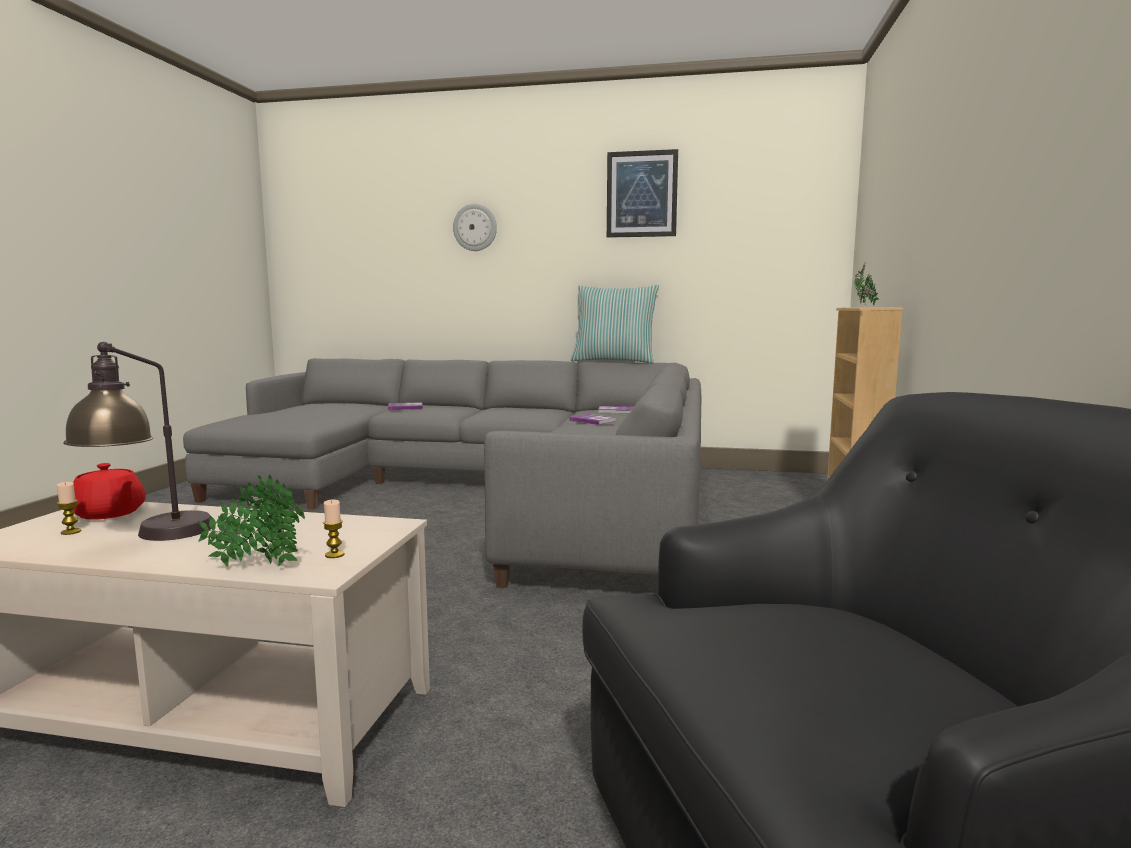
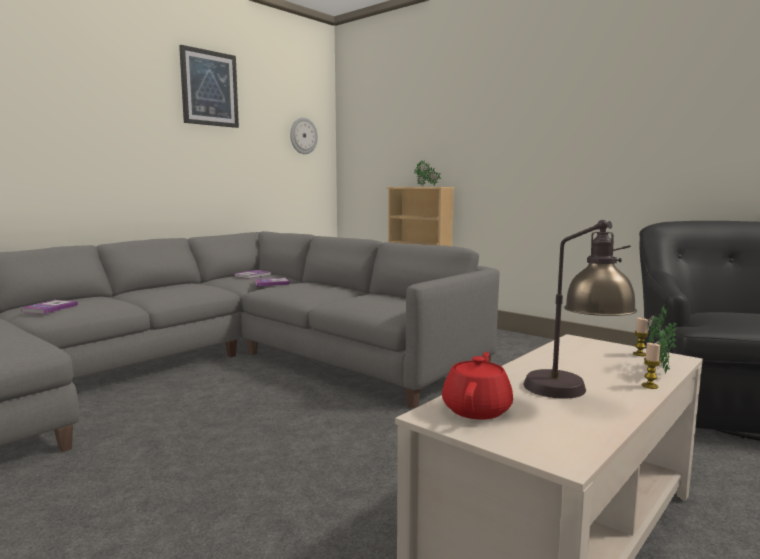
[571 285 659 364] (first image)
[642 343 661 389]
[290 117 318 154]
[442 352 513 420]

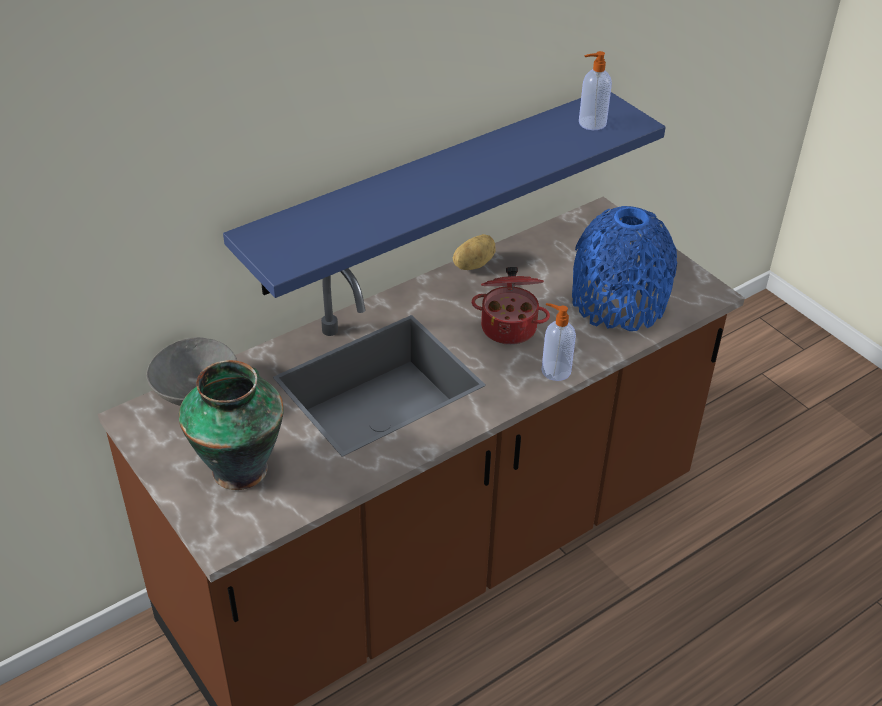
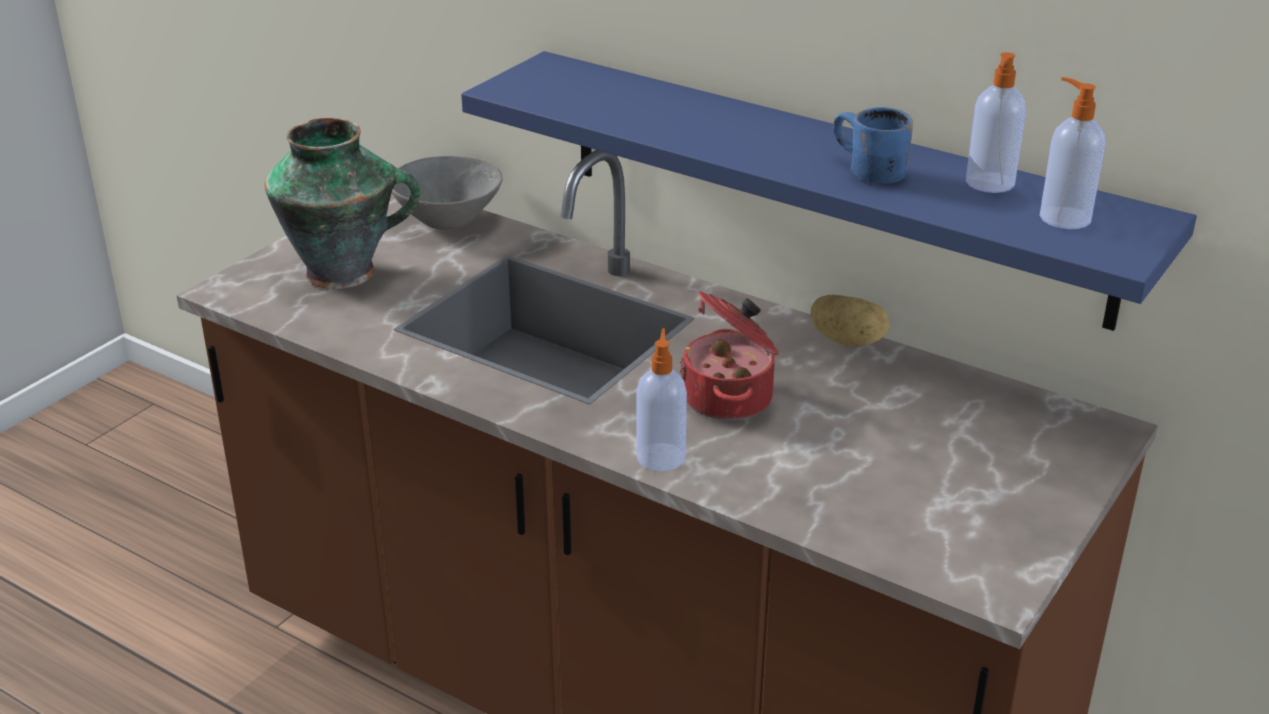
[572 206 677 331] (first image)
[833 107 913 184]
[966 52 1026 193]

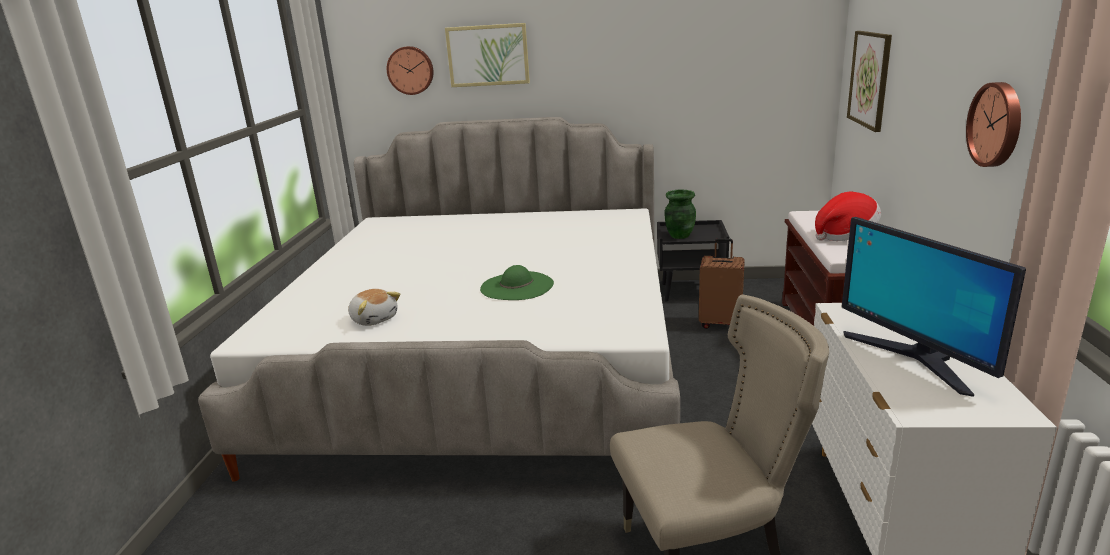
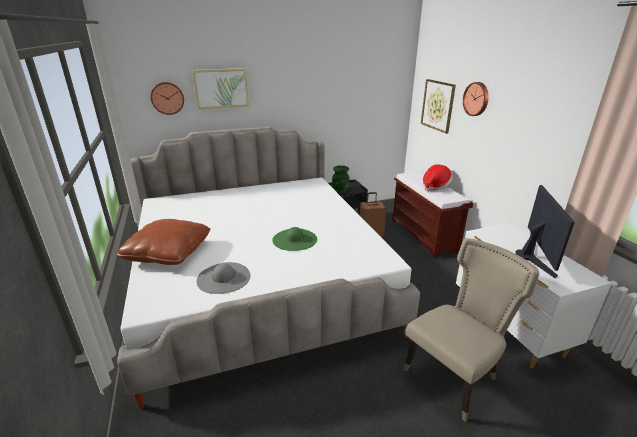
[117 219 211 265]
[463 82 489 116]
[196 262 250 294]
[515 185 575 279]

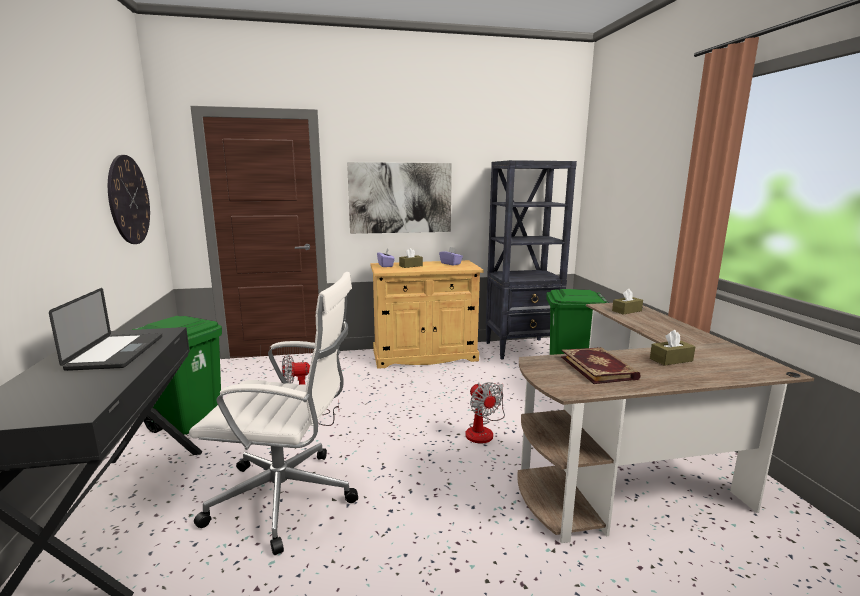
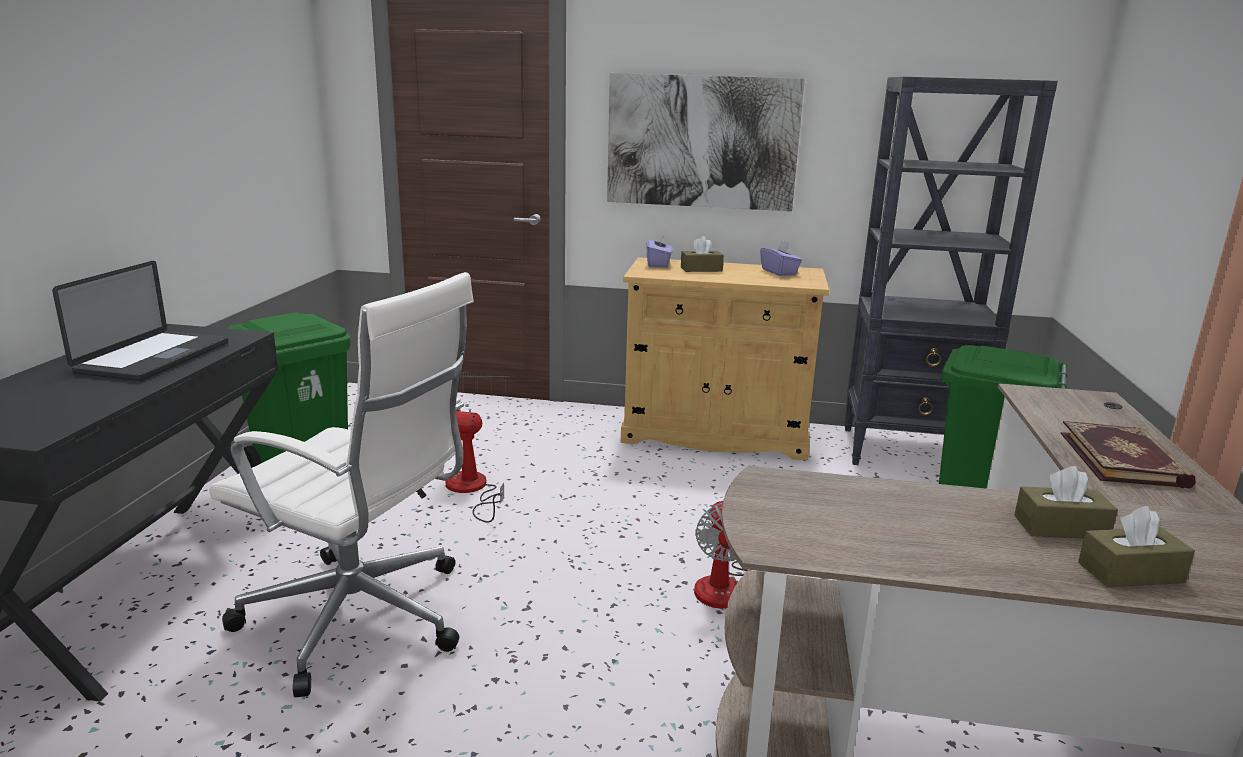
[108 155 150 244] (first image)
[1061 421 1196 489]
[1078 506 1195 587]

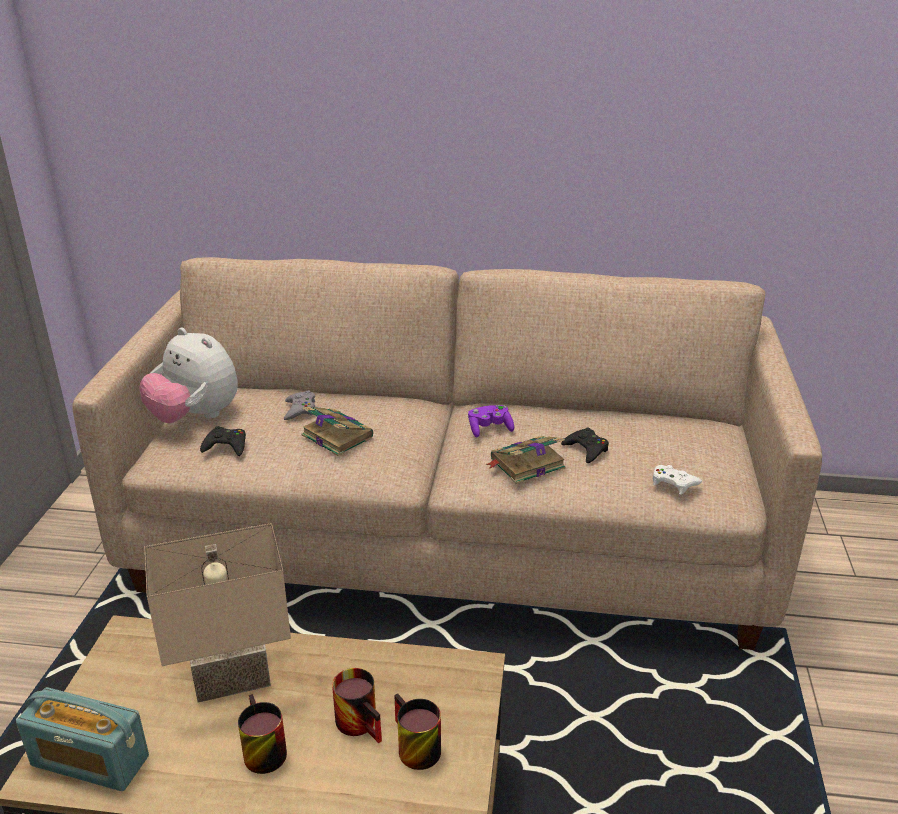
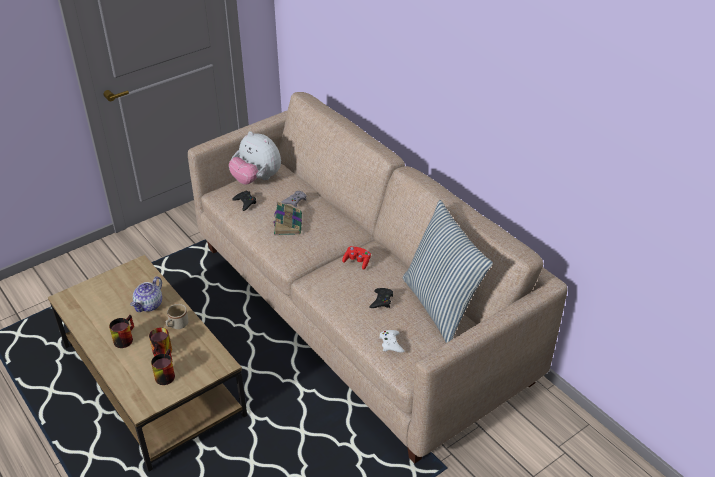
[16 687 149 791] (first image)
[485 436 566 484] (first image)
[166 304 188 329]
[403 200 493 343]
[131 277 162 312]
[342 246 371 270]
[229 131 281 185]

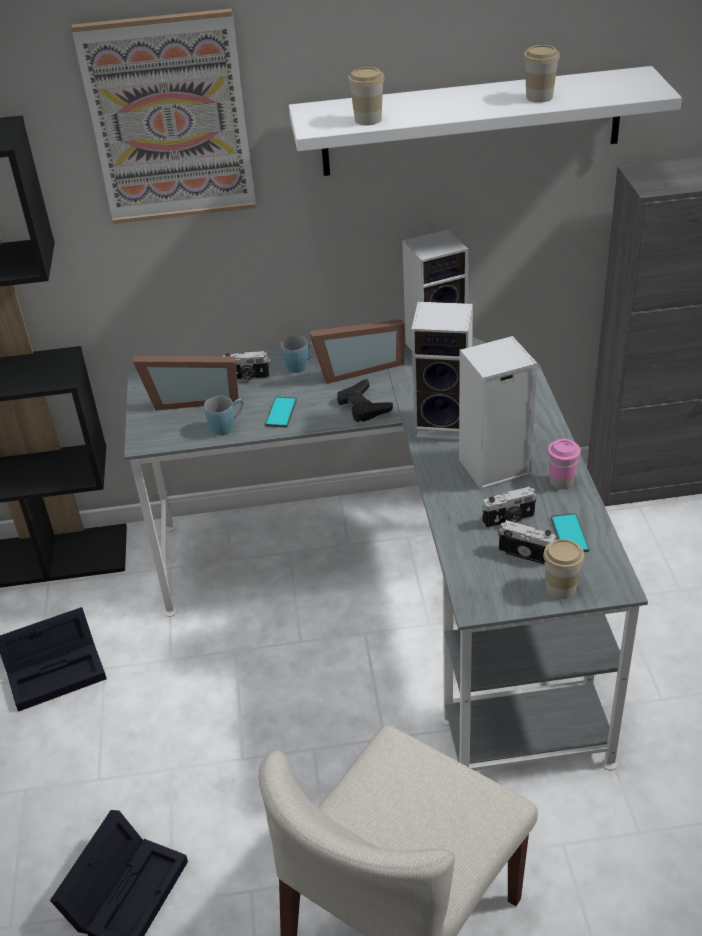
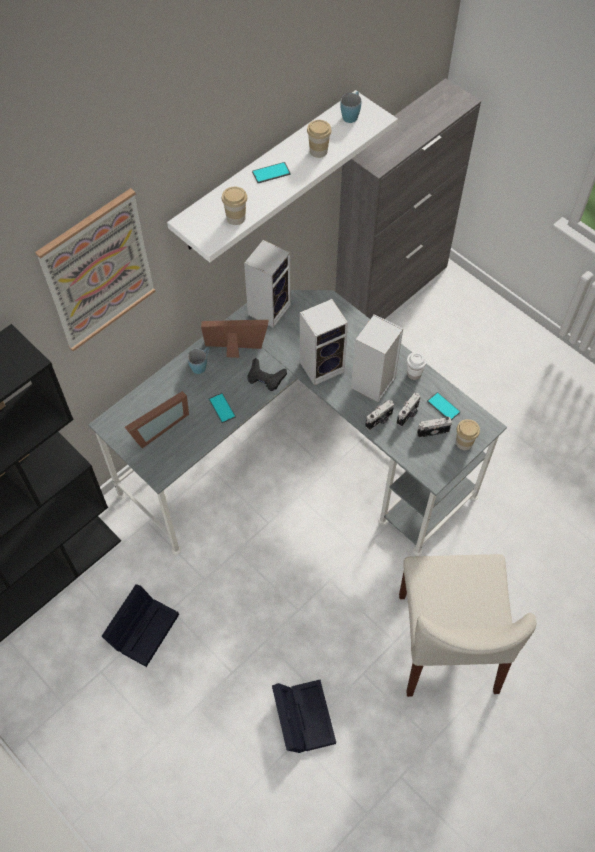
[252 162 291 183]
[340 91 361 123]
[365 400 394 430]
[407 352 427 380]
[201 319 269 358]

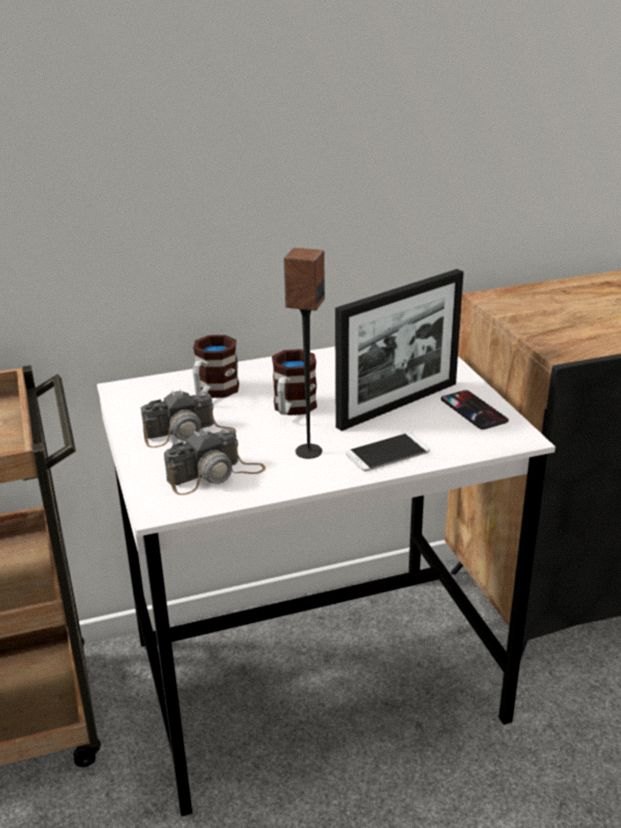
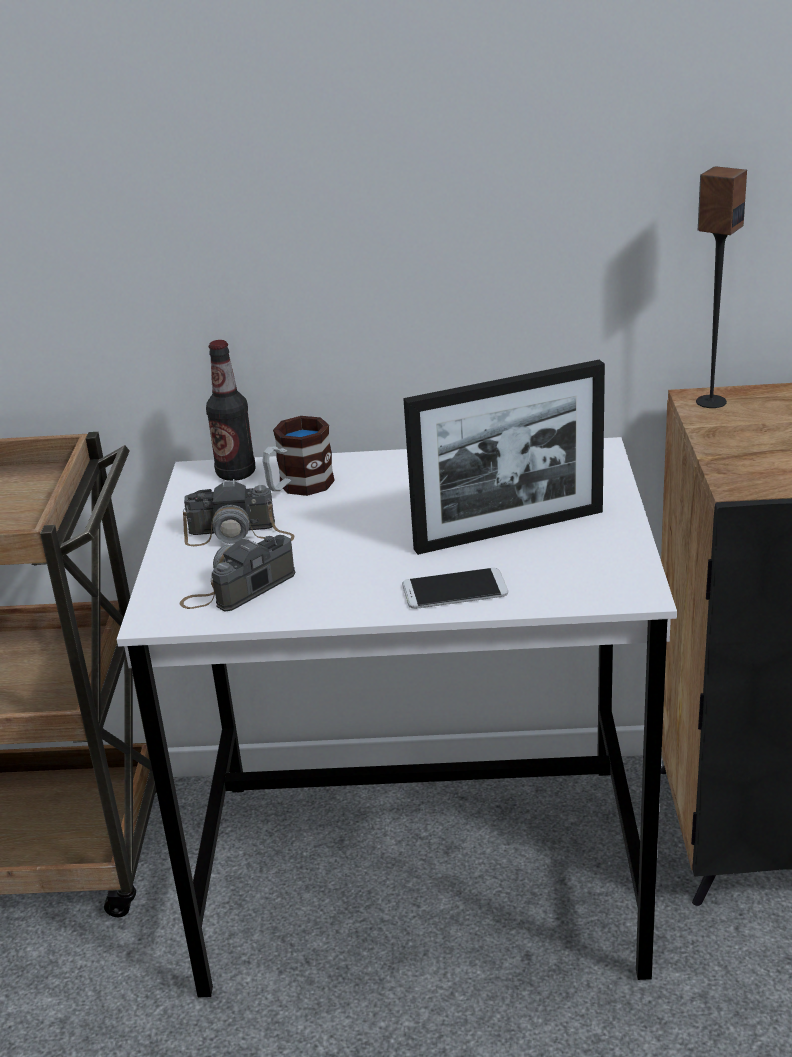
[272 349 317 415] (first image)
[441 390 509 430] (first image)
[206 340 255 481]
[696 166 747 408]
[179 535 295 612]

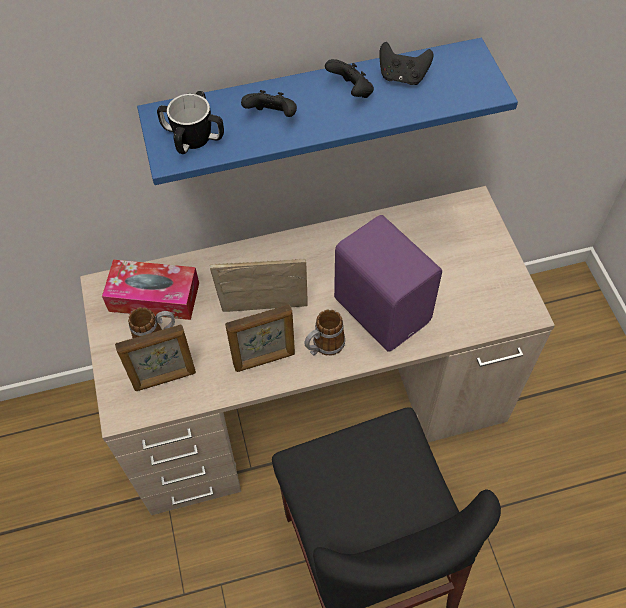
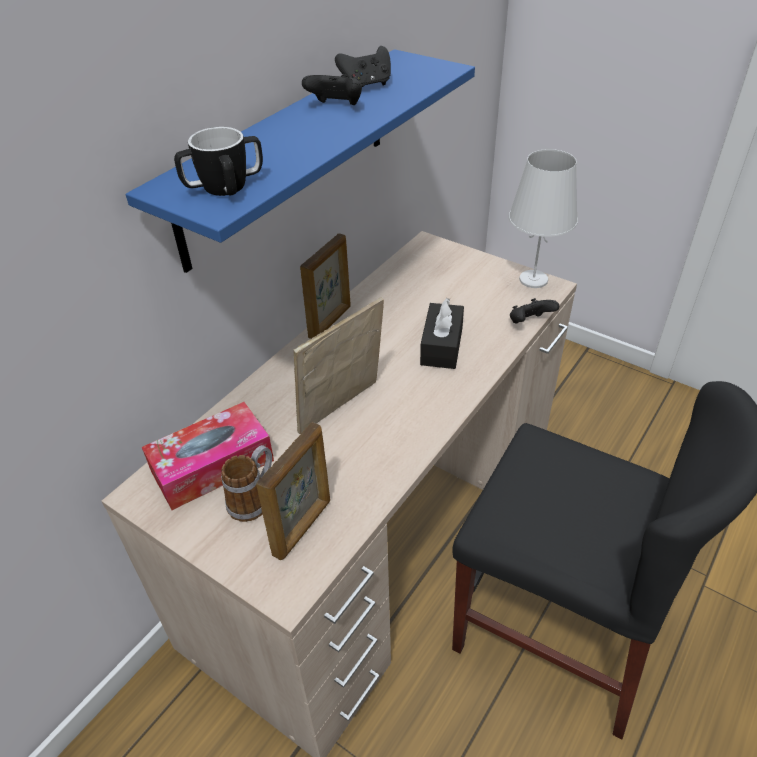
[304 309 345 356] (first image)
[509 149 578 288]
[300 233 351 339]
[510 298 559 323]
[420 298 464 369]

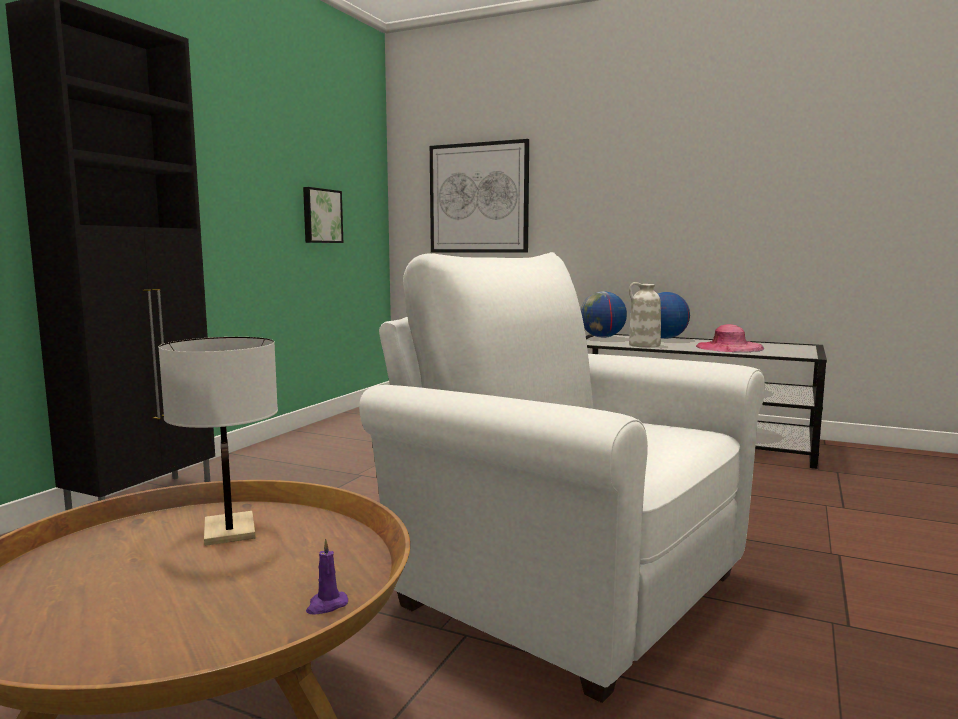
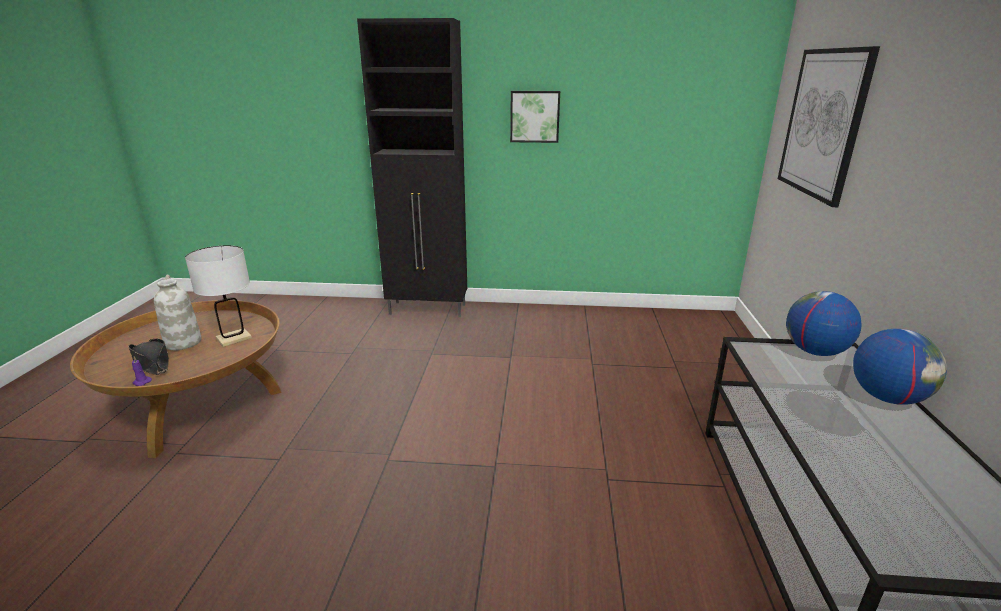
[359 252 765 703] (first image)
[696 324 764 352] (first image)
[128 338 169 375]
[510 91 560 143]
[154 275 202 350]

